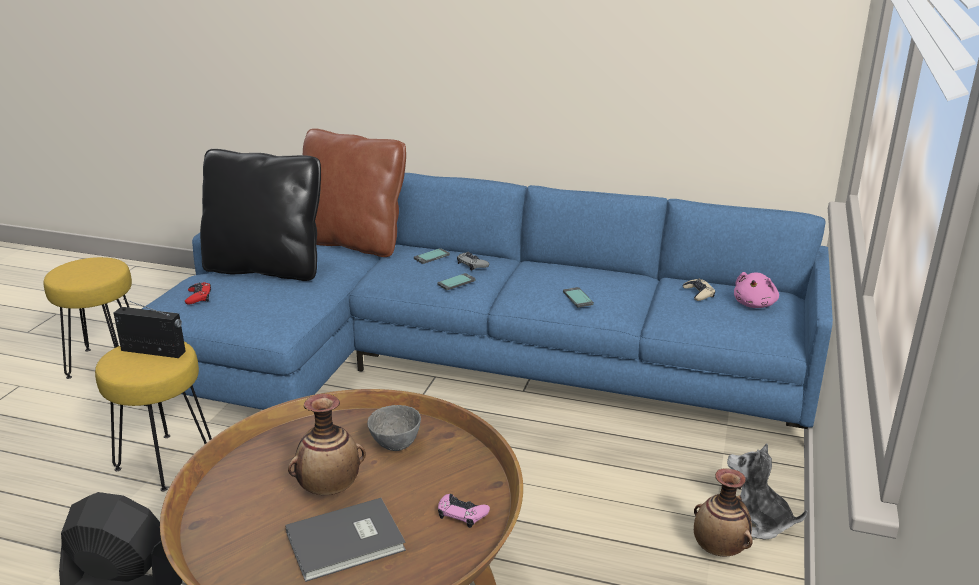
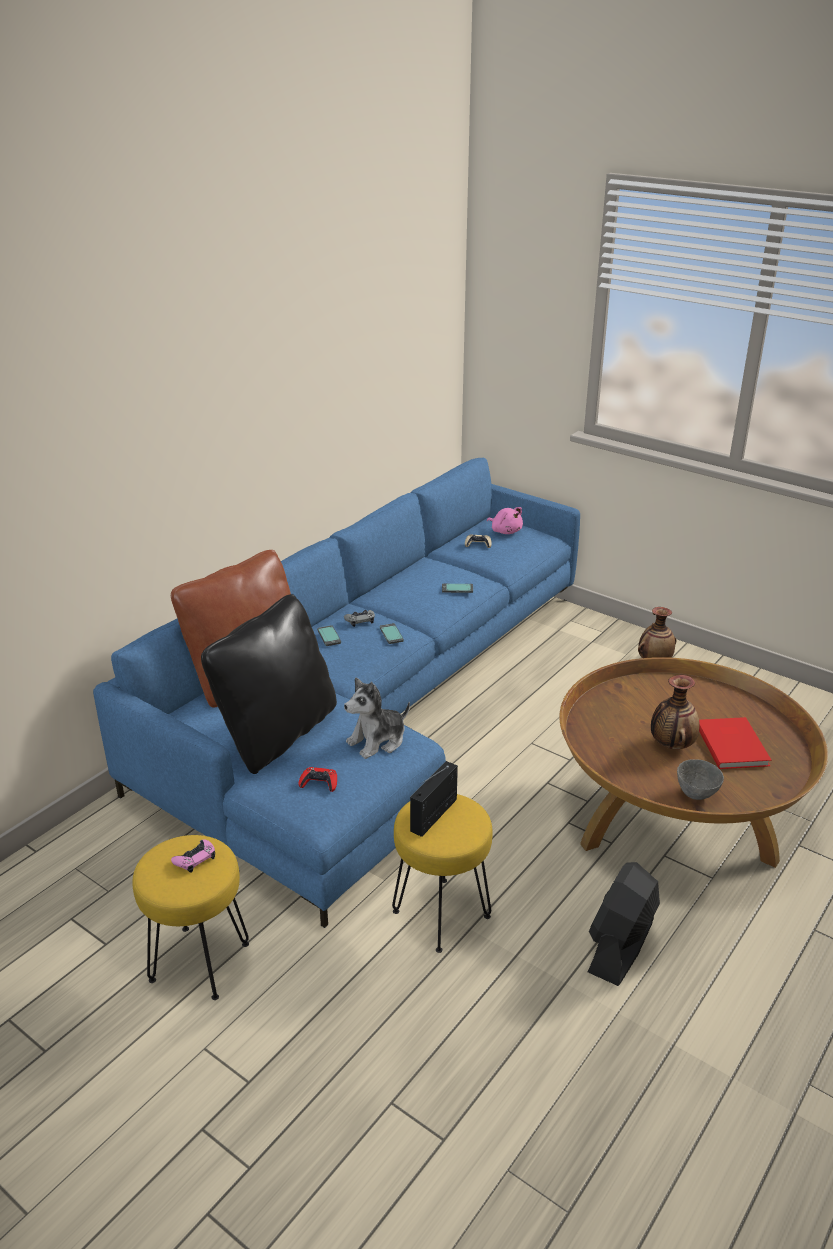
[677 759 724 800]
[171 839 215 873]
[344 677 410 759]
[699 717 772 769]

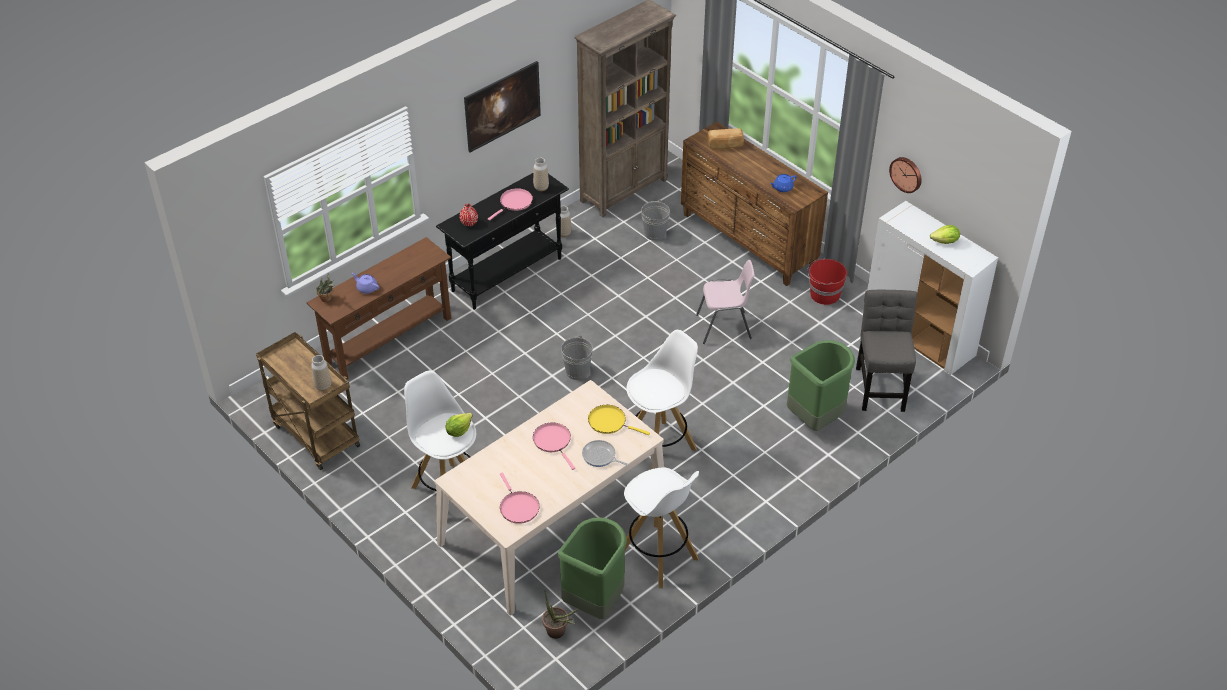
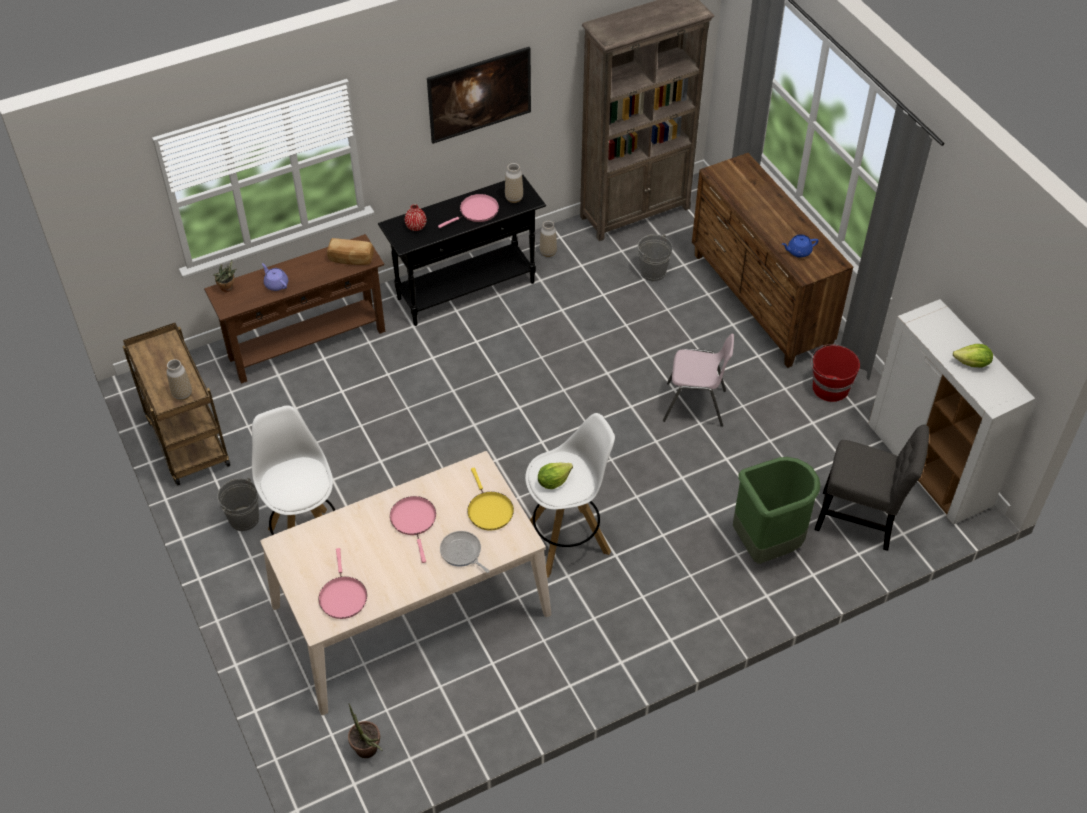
[558 517 627 619] (first image)
[624 467 699 588] (first image)
[889 157 922 193] (first image)
[538 462 573 489]
[217 477 259 531]
[327 238 374 265]
[467 468 514 531]
[814 424 929 551]

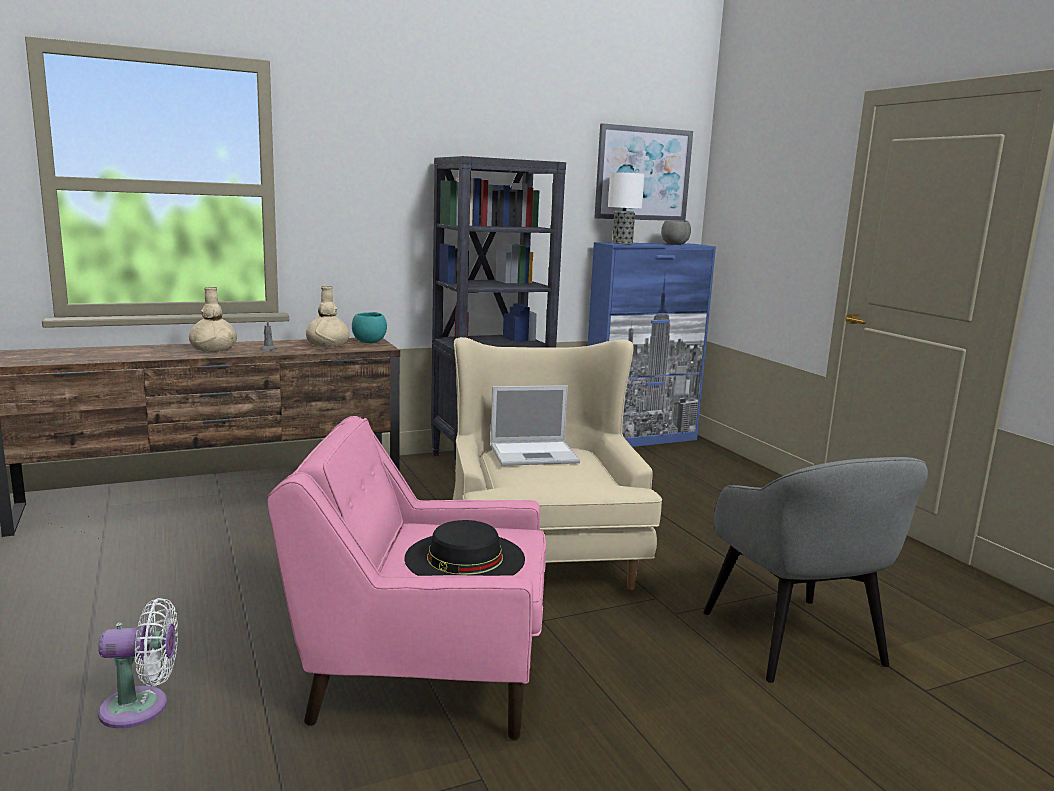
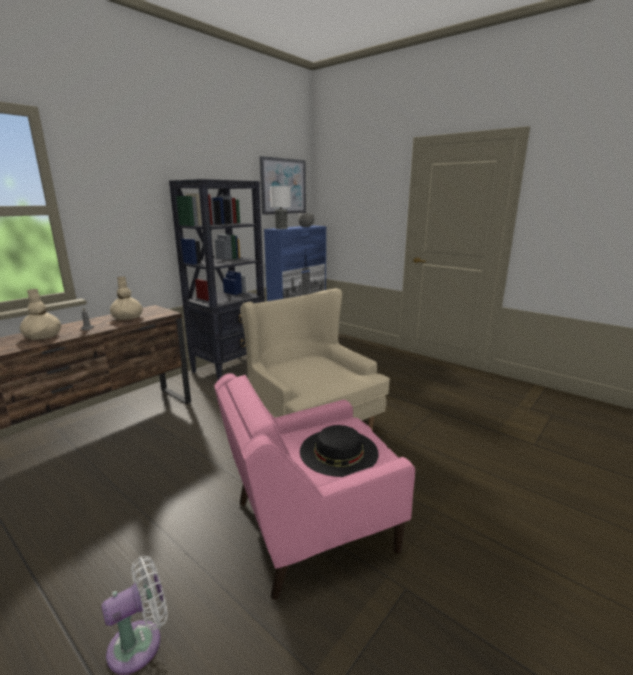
[352 312 387 343] (first image)
[490 385 580 466] (first image)
[703 457 928 683] (first image)

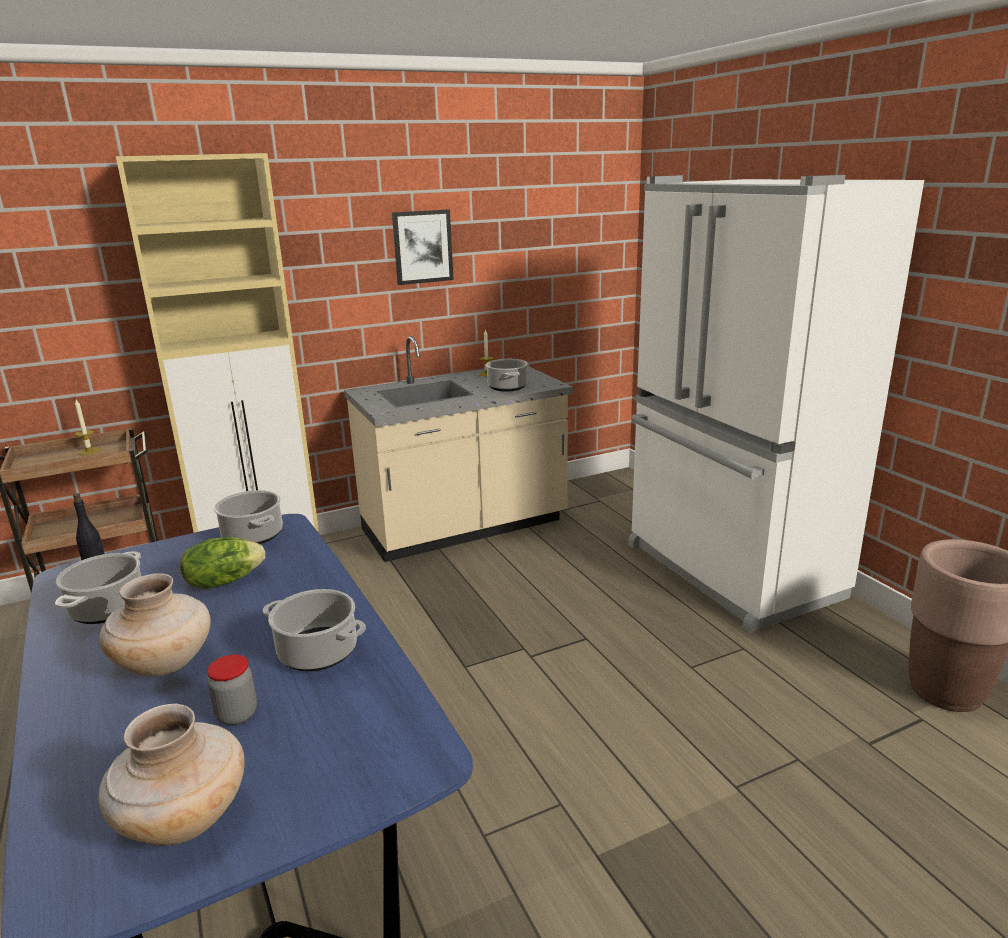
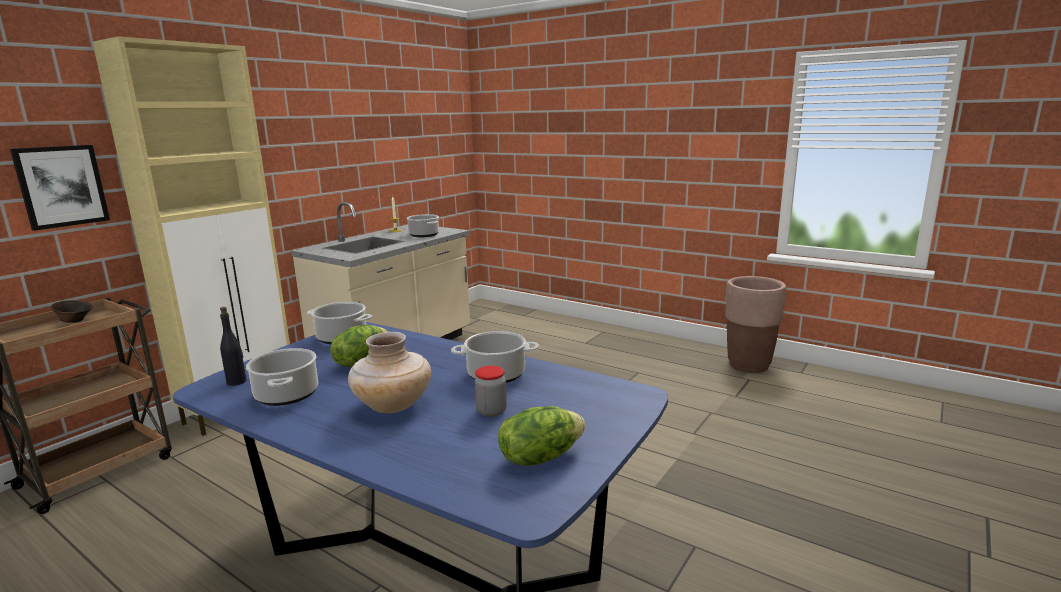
[628 175 924 633] (first image)
[10 145 110 231]
[50 300 93 323]
[498 406 585 466]

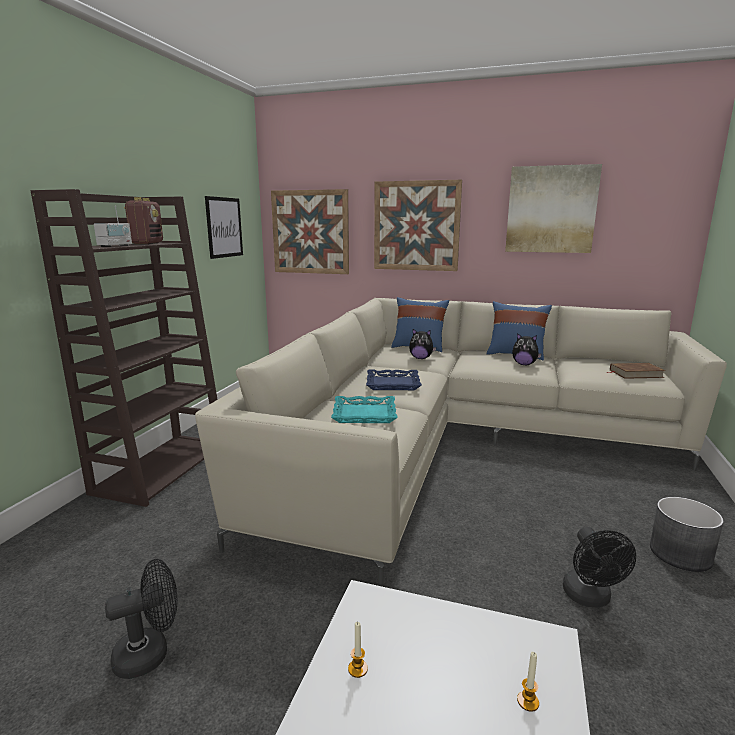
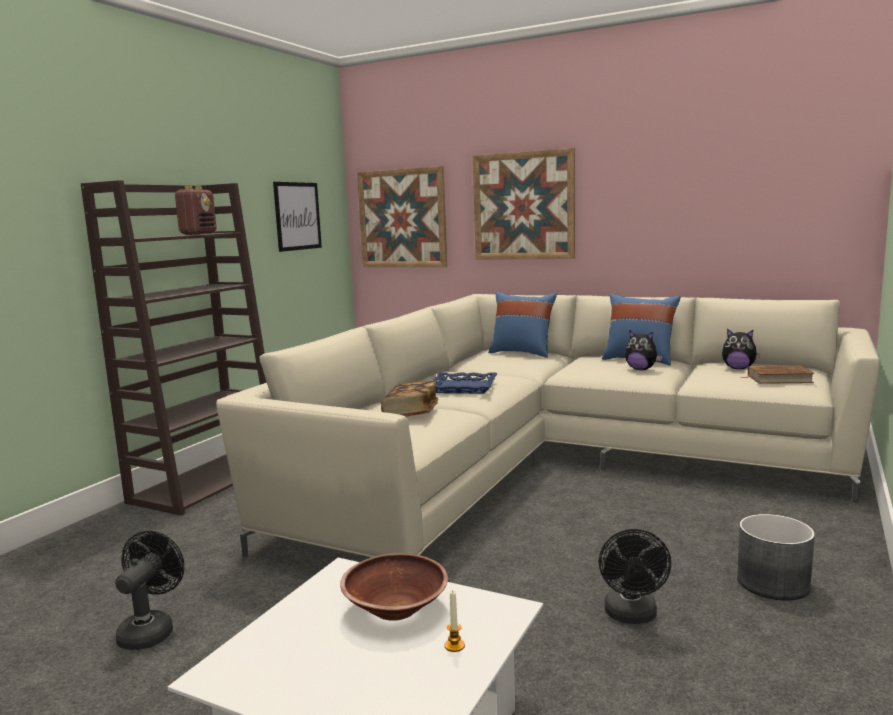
[94 206 132 247] (first image)
[348 622 368 678] (first image)
[505 164 602 253] (first image)
[340 553 448 621]
[722 329 760 369]
[381 381 438 417]
[115 531 184 650]

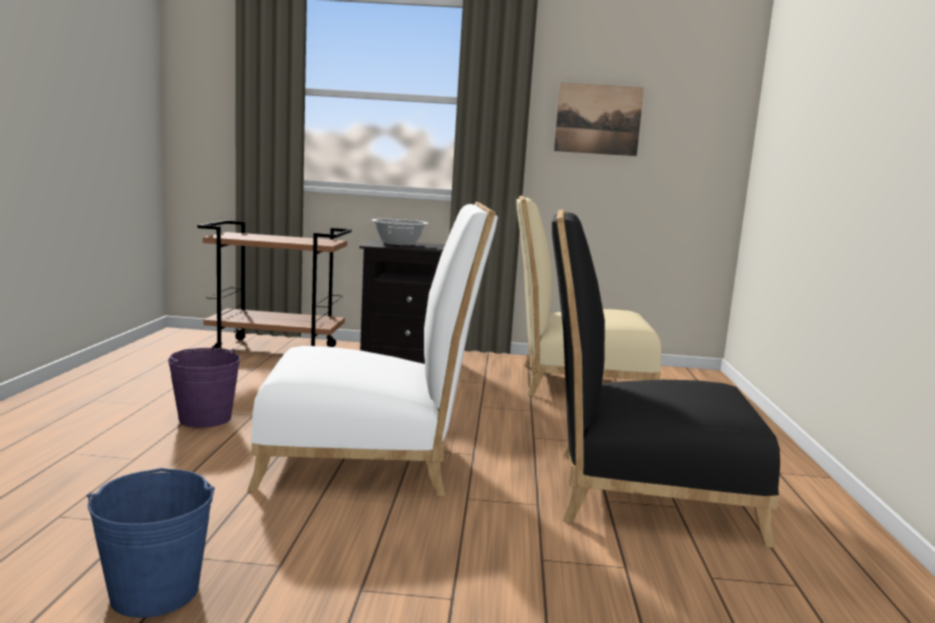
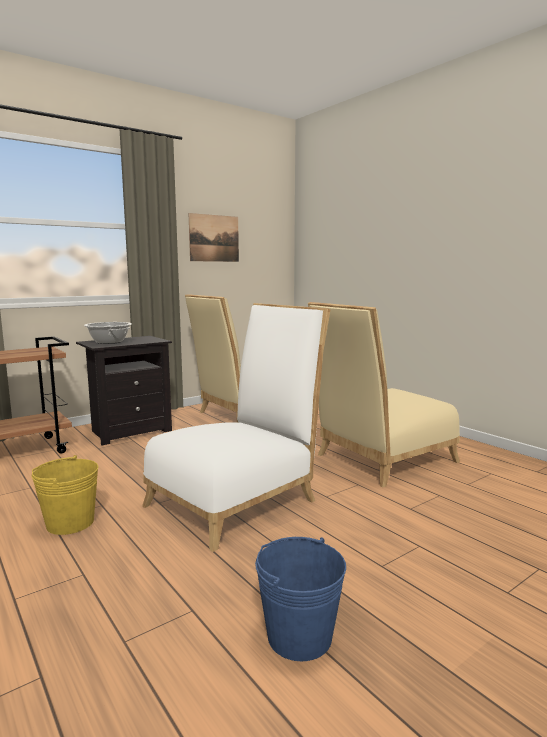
[31 455 99 535]
[308 302 460 488]

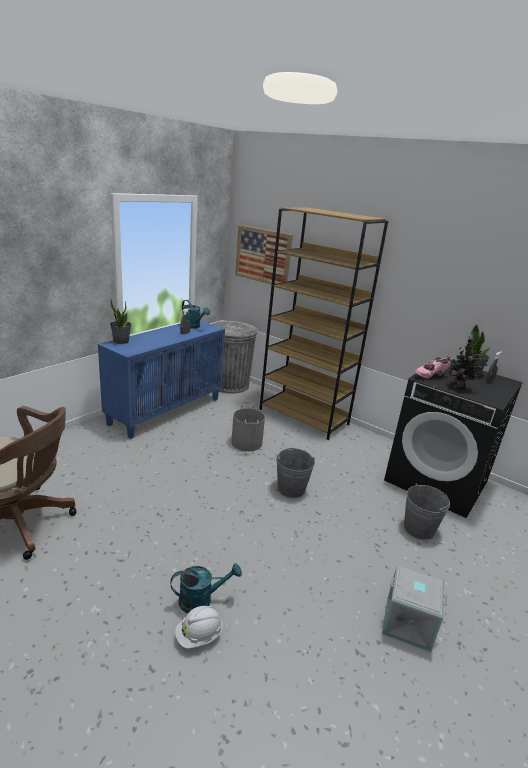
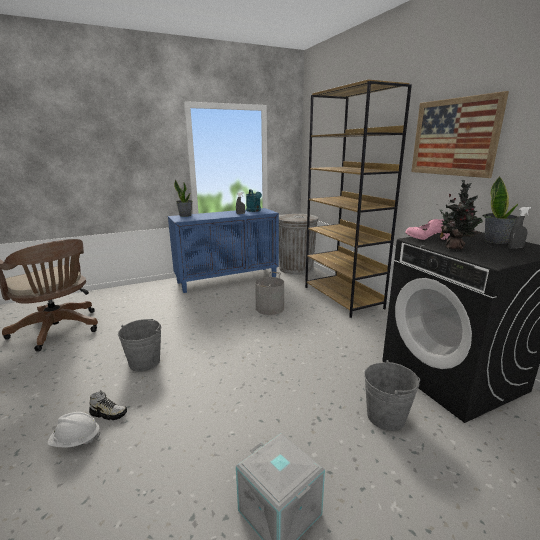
[411 91 509 178]
[118 319 161 371]
[89 390 127 420]

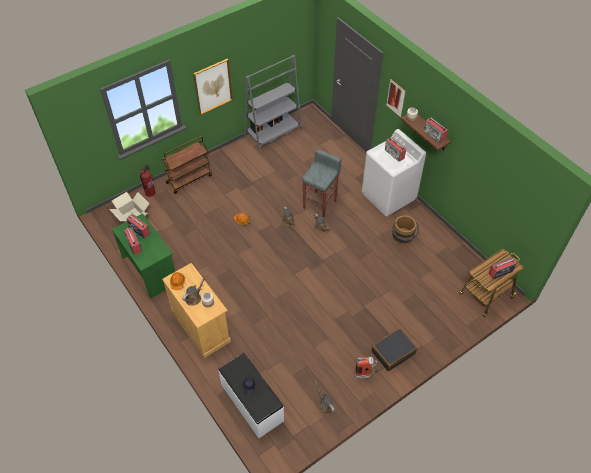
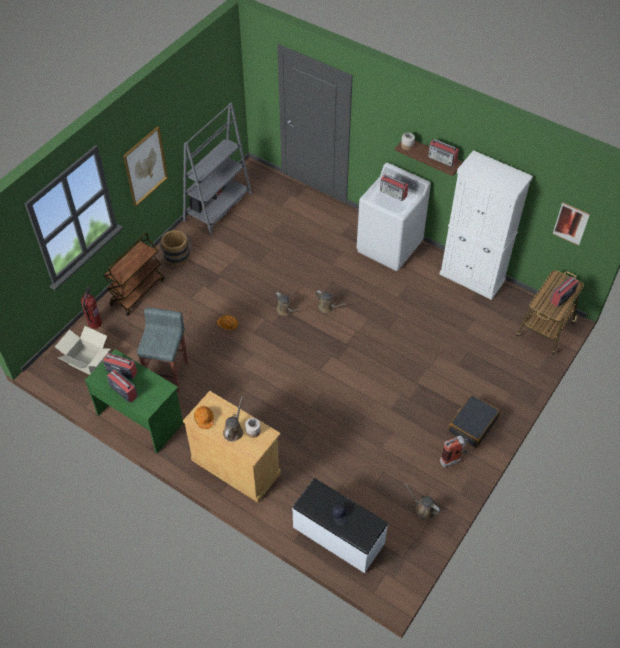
[440 150 533 300]
[137 308 188 393]
[553 202 590 246]
[160 230 192 265]

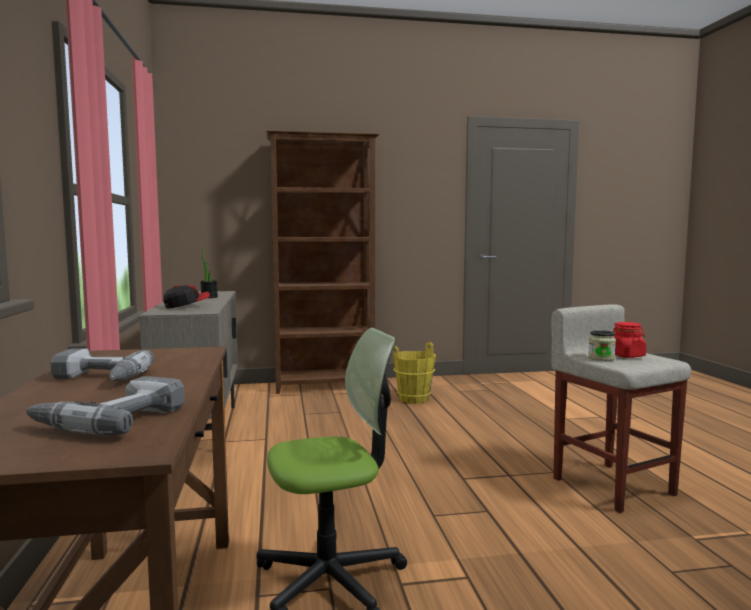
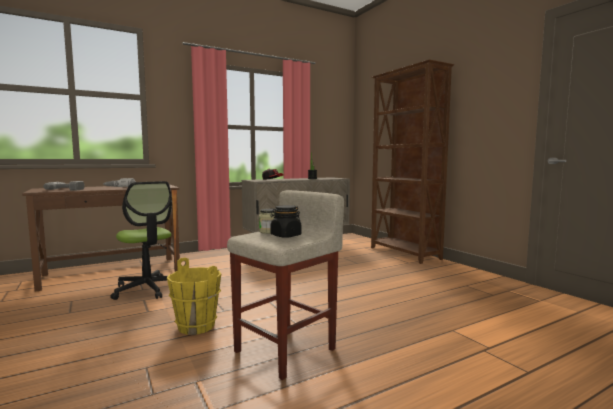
[167 257 221 335]
[270 205 302 238]

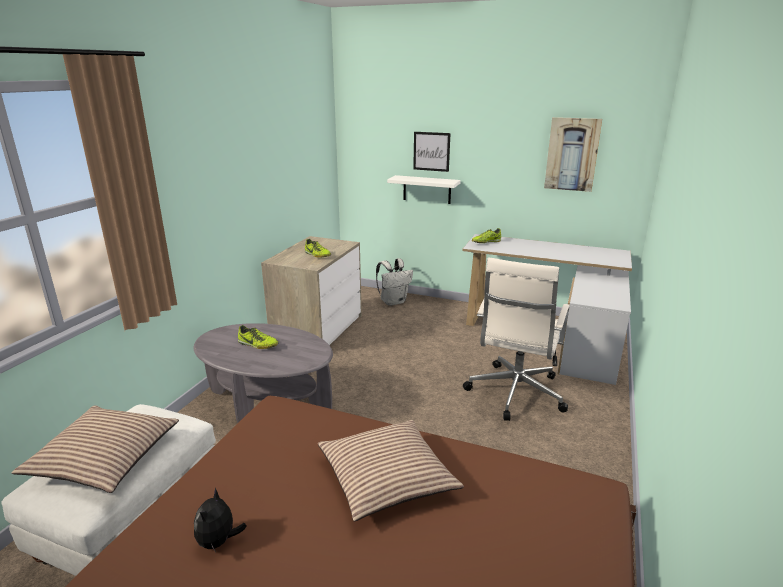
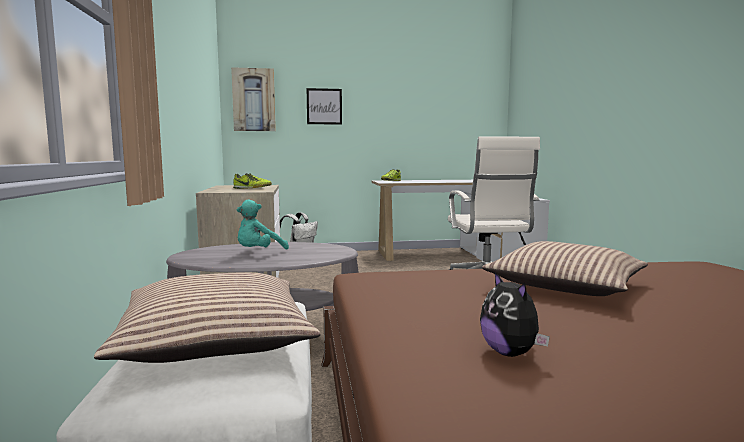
[387 175 461 204] (first image)
[231 67 276 131]
[237 199 289 250]

